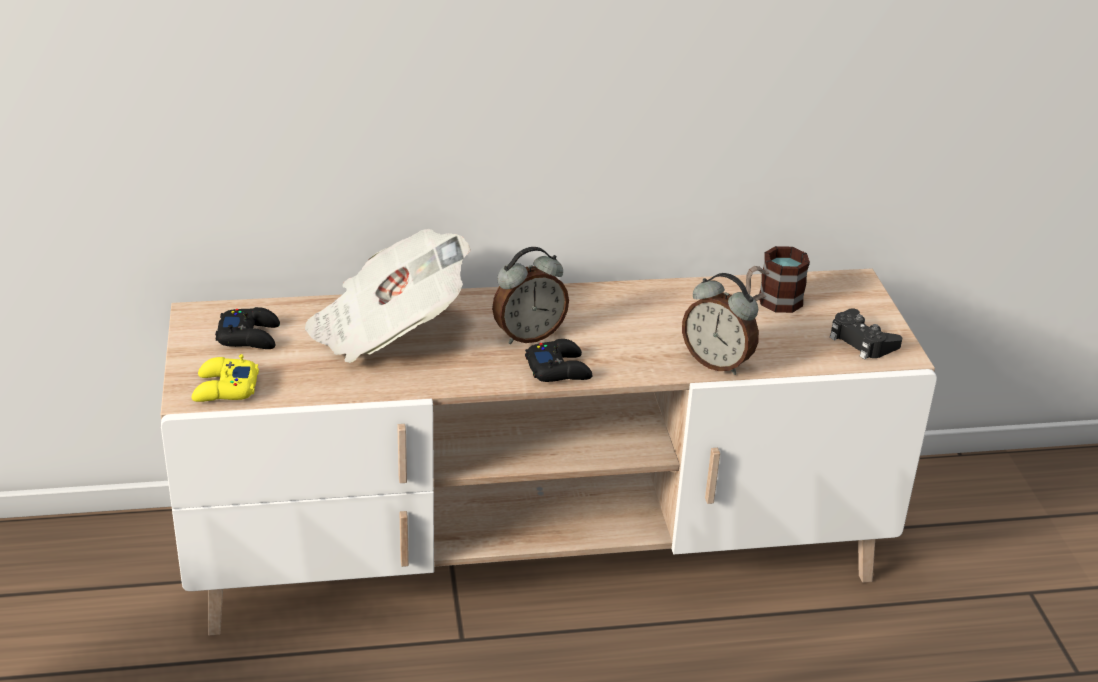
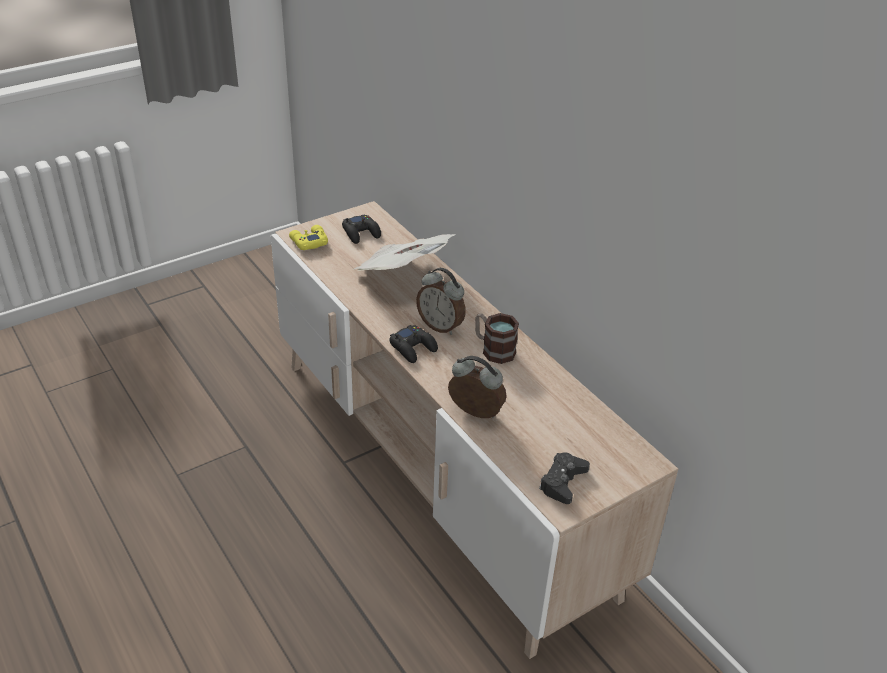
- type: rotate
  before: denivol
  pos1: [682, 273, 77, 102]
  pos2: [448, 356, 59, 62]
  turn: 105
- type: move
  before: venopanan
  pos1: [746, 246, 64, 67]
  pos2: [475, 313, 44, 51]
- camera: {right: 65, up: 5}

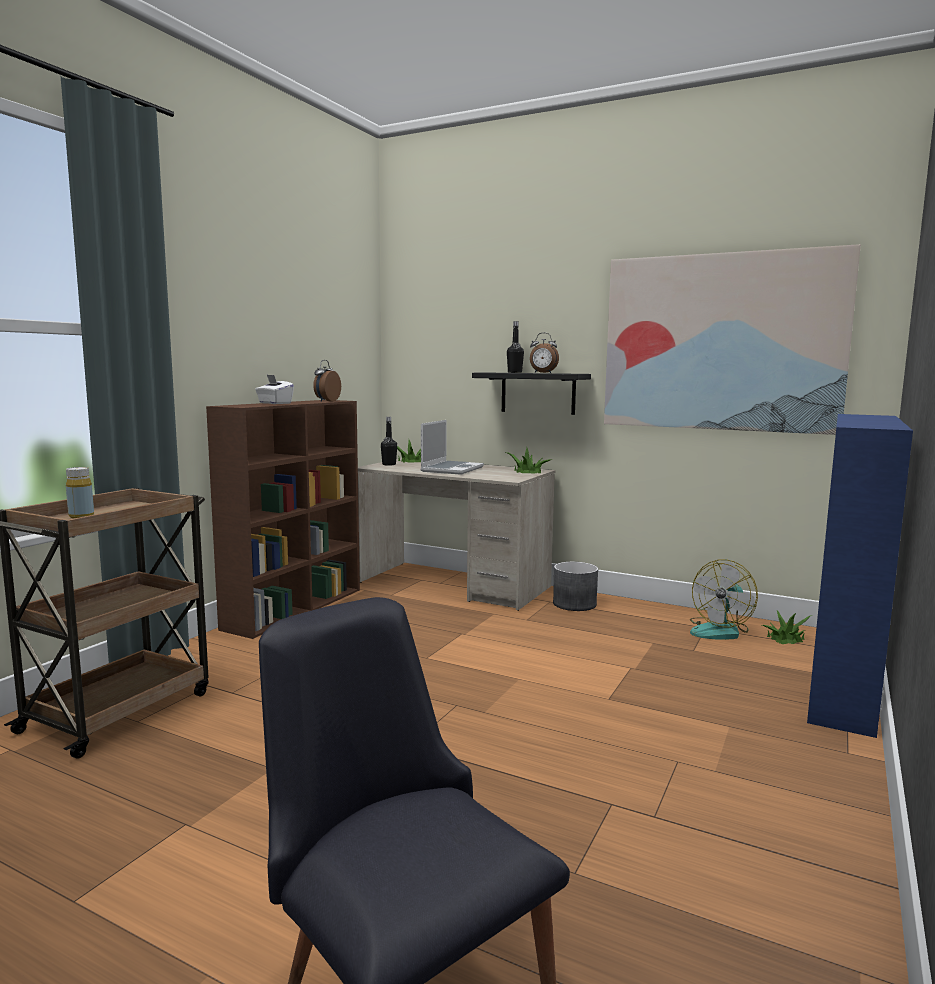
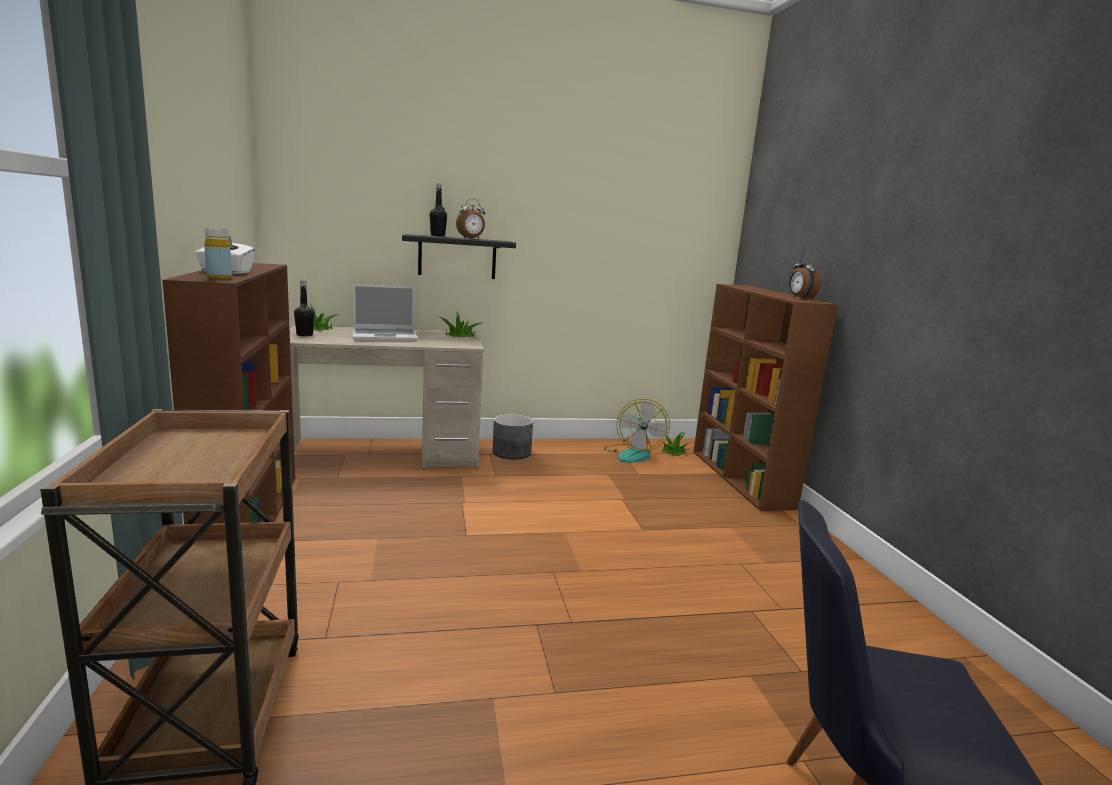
- type: move
  before: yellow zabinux
  pos1: [66, 467, 28, 51]
  pos2: [204, 228, 28, 51]
- type: move
  before: denivol
  pos1: [313, 360, 28, 42]
  pos2: [789, 255, 33, 45]
- type: rotate
  before: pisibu
  pos1: [420, 420, 64, 55]
  pos2: [353, 284, 65, 58]
  turn: 90
- type: delete
  before: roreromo
  pos1: [604, 244, 257, 191]
- type: recolor
  before: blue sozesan
  after: brown sozesan
  pos1: [807, 414, 106, 324]
  pos2: [694, 284, 143, 227]
- camera: {right: -40, up: 5}

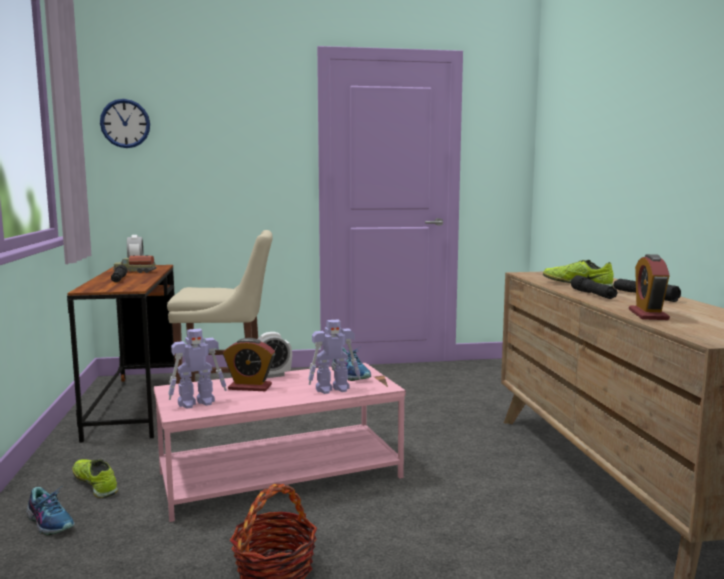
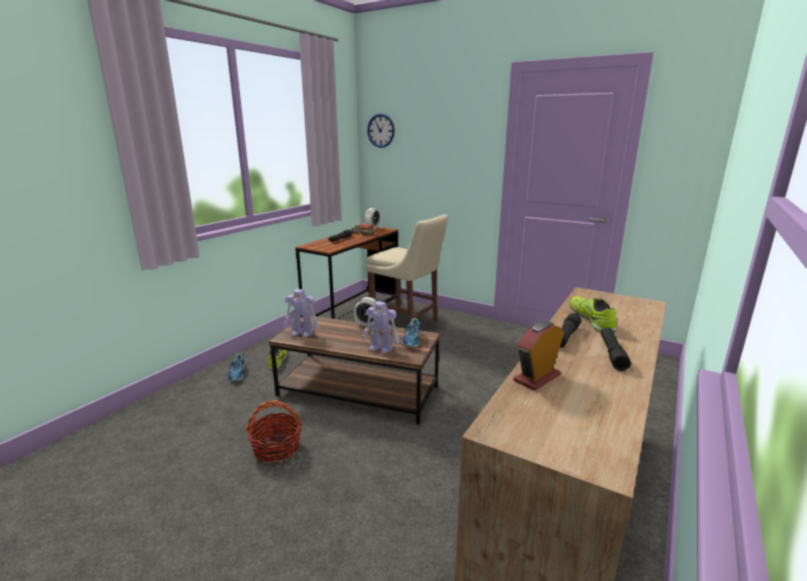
- type: recolor
  before: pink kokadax
  after: brown kokadax
  pos1: [154, 363, 252, 159]
  pos2: [269, 315, 171, 110]
- type: delete
  before: denivol
  pos1: [223, 338, 52, 53]
- camera: {right: 40, up: 10}

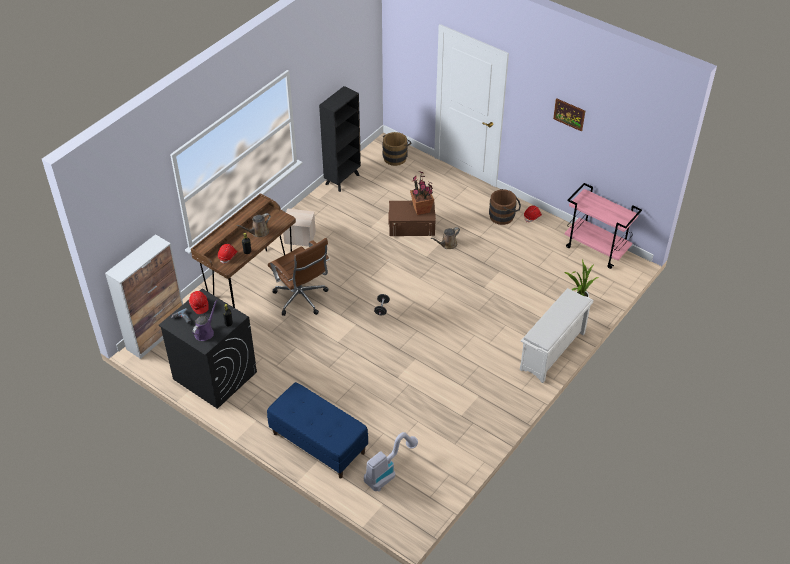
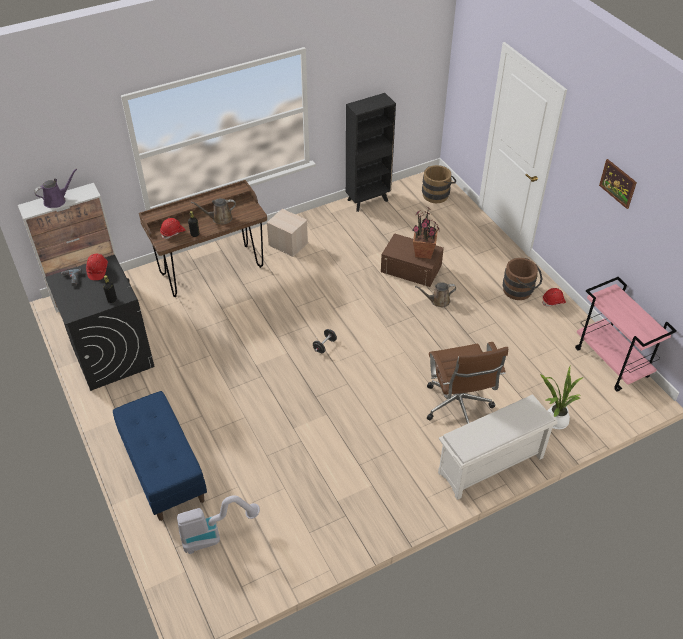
- type: move
  before: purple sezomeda
  pos1: [192, 299, 26, 42]
  pos2: [34, 169, 43, 39]
- type: move
  before: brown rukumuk
  pos1: [268, 238, 62, 78]
  pos2: [427, 342, 81, 82]
- camera: {right: 25, up: 0}

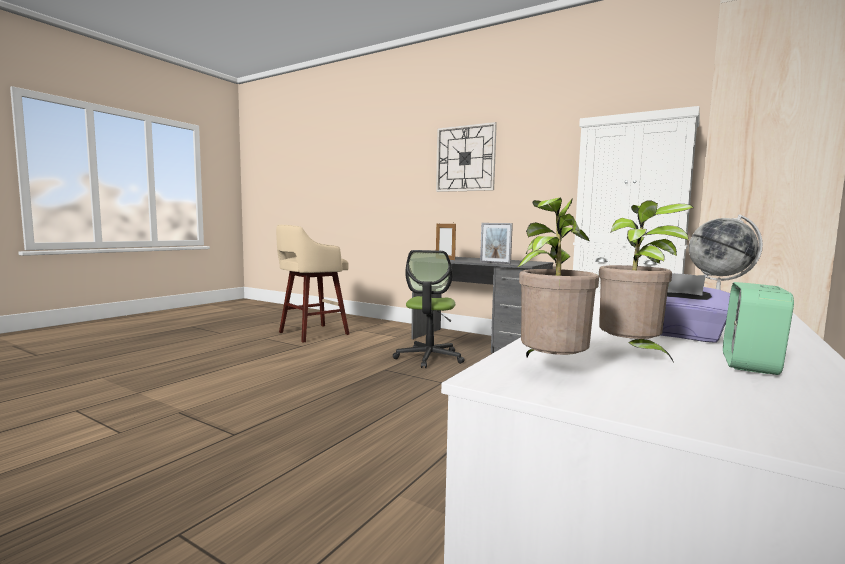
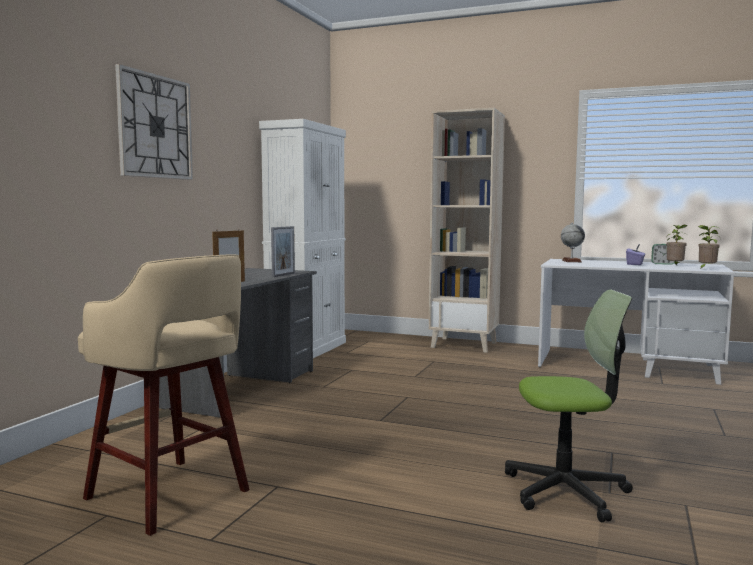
- type: move
  before: rukumuk
  pos1: [393, 250, 72, 118]
  pos2: [505, 289, 128, 233]
- camera: {right: -100, up: 0}

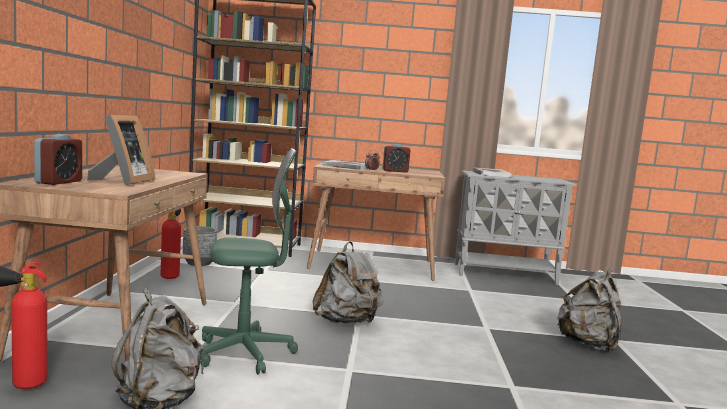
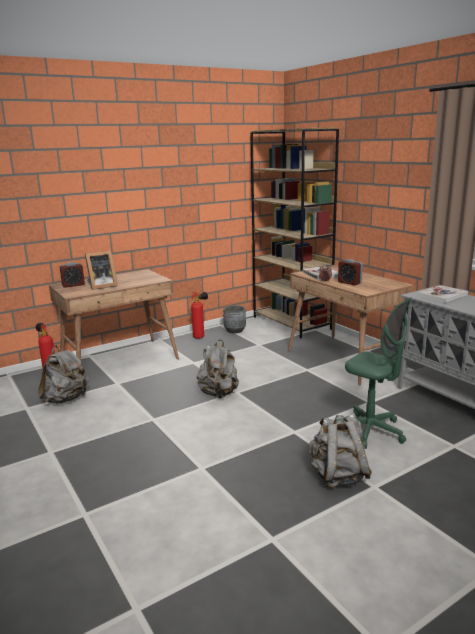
- type: move
  before: green rukumuk
  pos1: [200, 148, 98, 227]
  pos2: [336, 297, 76, 152]
- camera: {right: 55, up: 10}

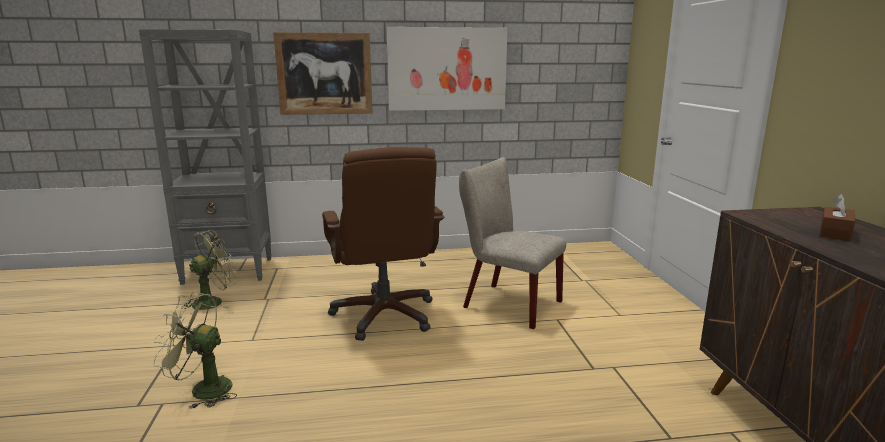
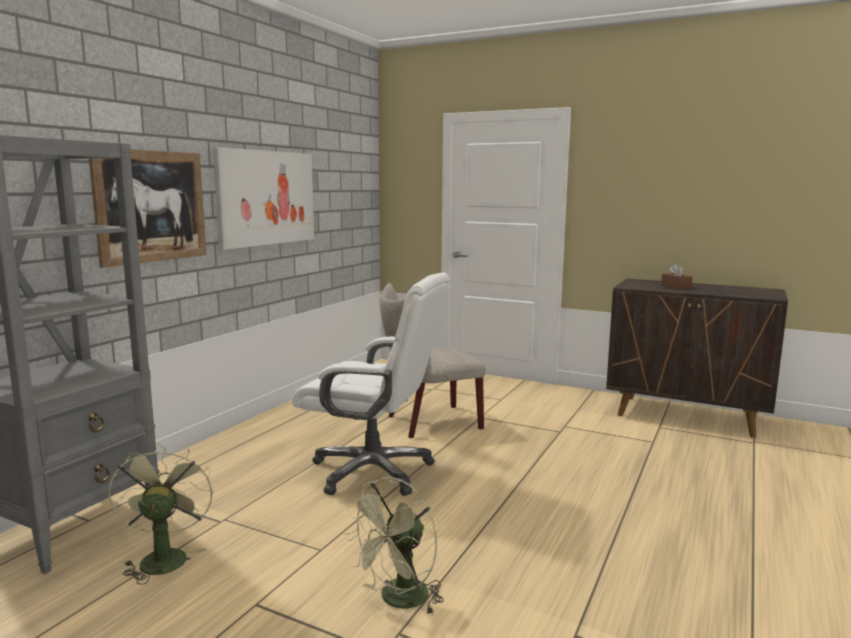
- type: recolor
  before: brown rukumuk
  after: white rukumuk
  pos1: [322, 147, 122, 194]
  pos2: [292, 272, 158, 224]
- camera: {right: -55, up: -5}

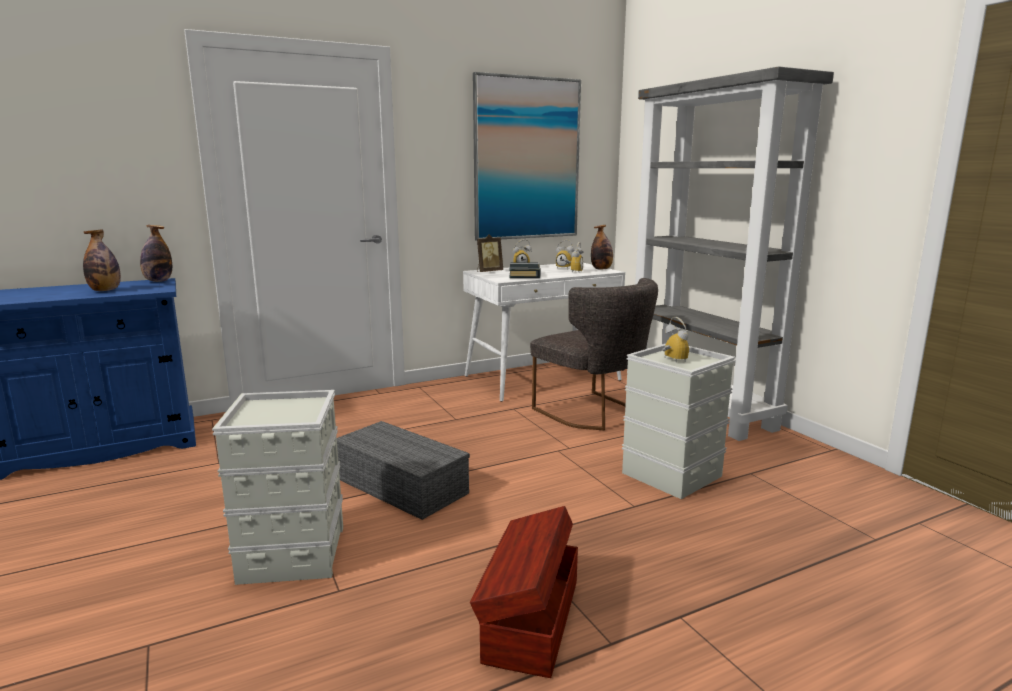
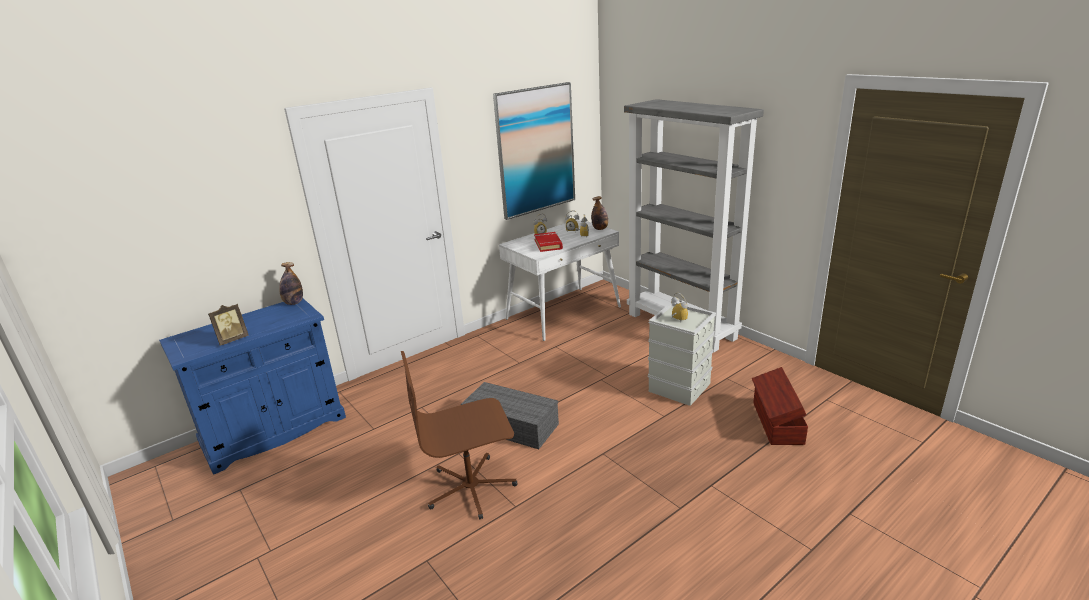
- type: delete
  before: zabinux
  pos1: [83, 229, 38, 62]
- type: replace
  before: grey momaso
  after: brown rukumuk
  pos1: [212, 390, 131, 195]
  pos2: [401, 351, 116, 168]
- type: move
  before: brown momaso
  pos1: [470, 506, 108, 172]
  pos2: [752, 367, 56, 78]
- type: move
  before: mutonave
  pos1: [477, 235, 26, 37]
  pos2: [208, 304, 40, 42]
- type: recolor
  before: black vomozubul
  after: red vomozubul
  pos1: [510, 262, 31, 16]
  pos2: [534, 232, 29, 20]
- type: delete
  before: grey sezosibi
  pos1: [530, 278, 128, 152]
- camera: {right: -10, up: 10}

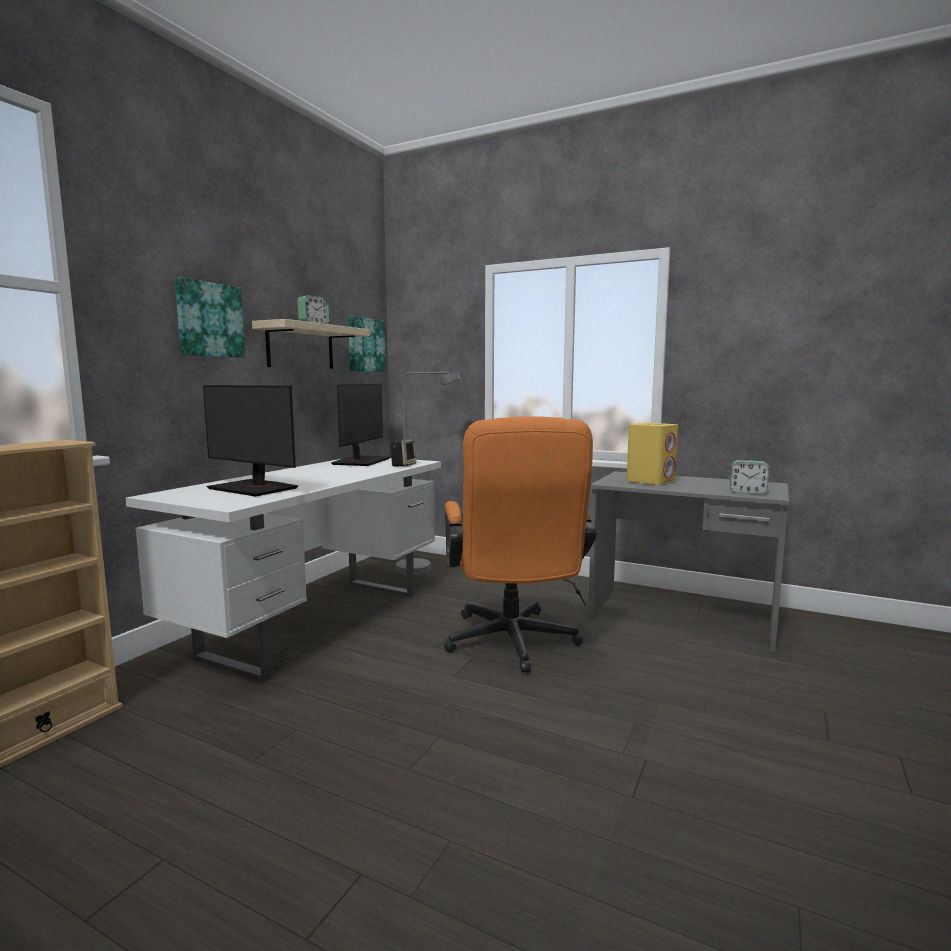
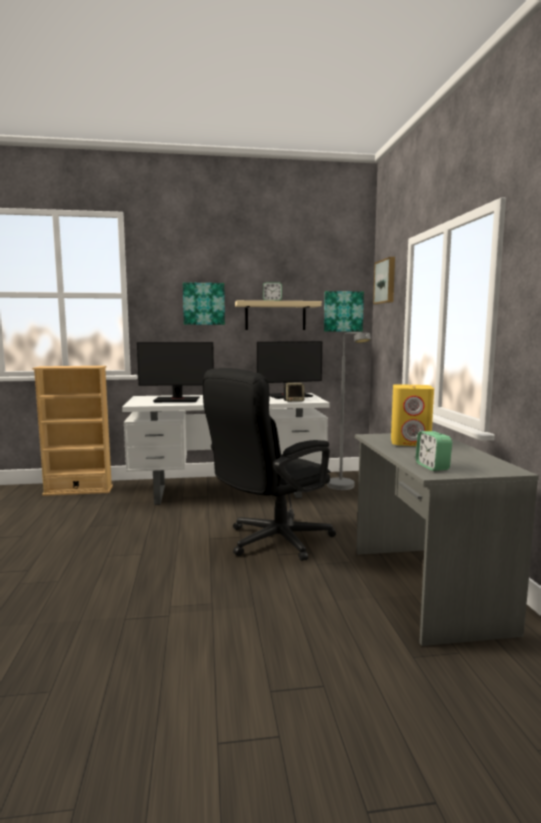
- type: rotate
  before: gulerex
  pos1: [203, 385, 96, 112]
  pos2: [137, 342, 77, 60]
  turn: -90
- type: recolor
  before: orange rukumuk
  after: black rukumuk
  pos1: [444, 416, 152, 257]
  pos2: [202, 368, 134, 193]
- type: insert
  after: roreromo
  pos2: [373, 257, 22, 48]
- camera: {right: 55, up: 0}

